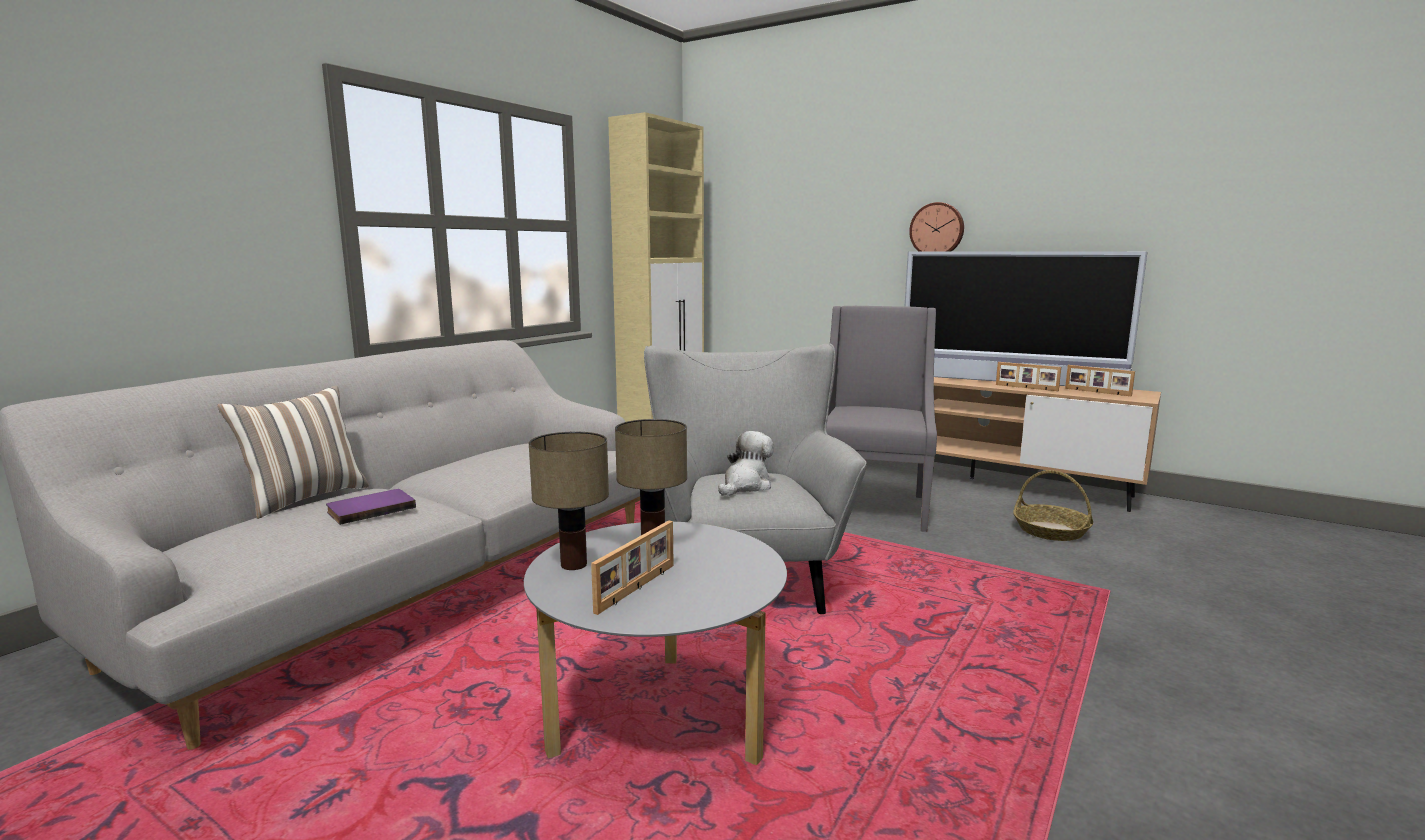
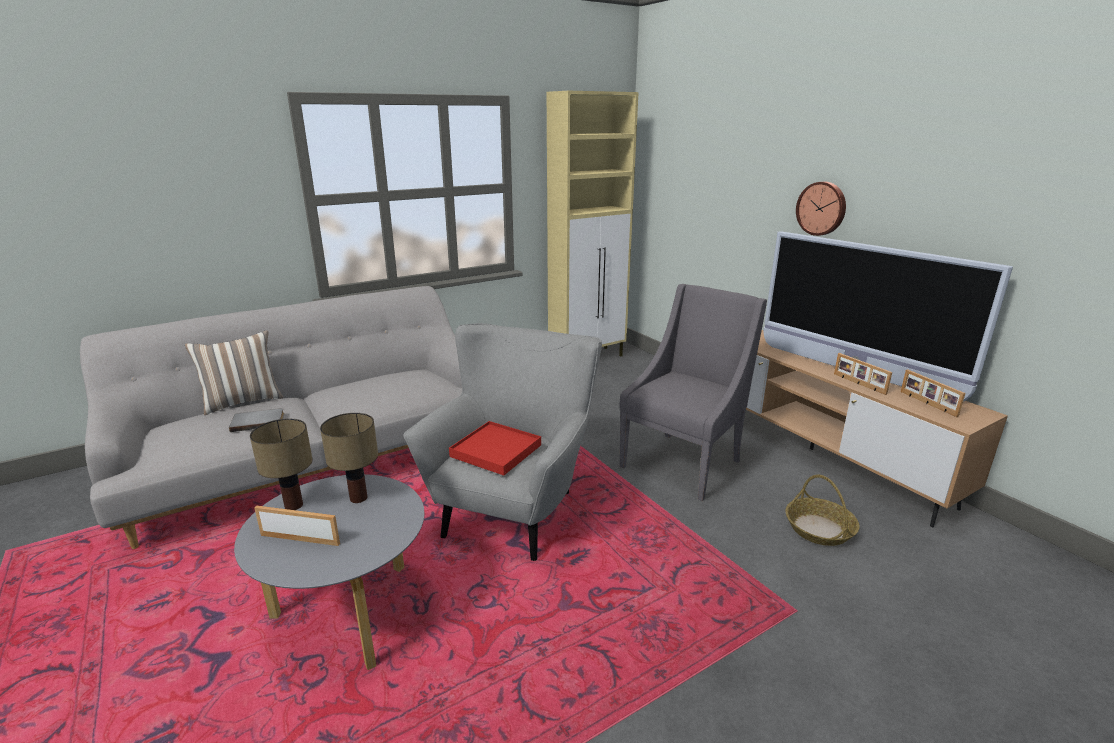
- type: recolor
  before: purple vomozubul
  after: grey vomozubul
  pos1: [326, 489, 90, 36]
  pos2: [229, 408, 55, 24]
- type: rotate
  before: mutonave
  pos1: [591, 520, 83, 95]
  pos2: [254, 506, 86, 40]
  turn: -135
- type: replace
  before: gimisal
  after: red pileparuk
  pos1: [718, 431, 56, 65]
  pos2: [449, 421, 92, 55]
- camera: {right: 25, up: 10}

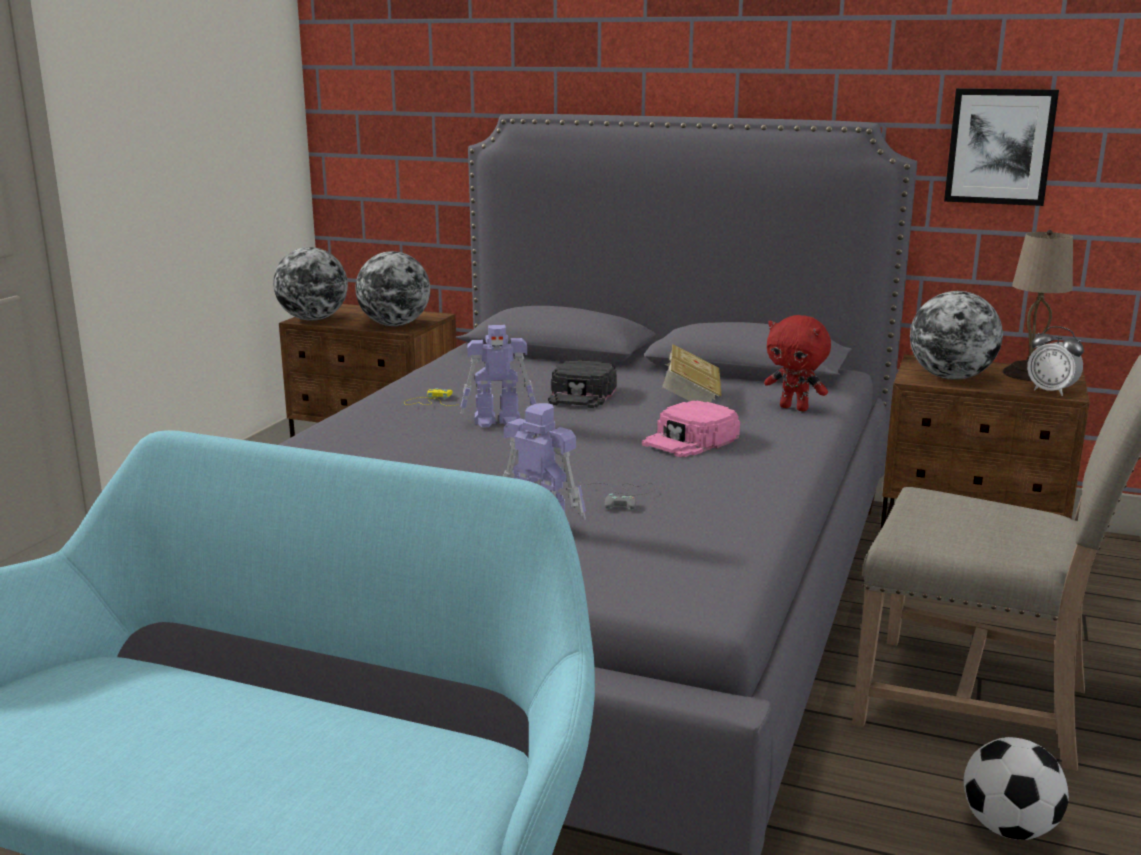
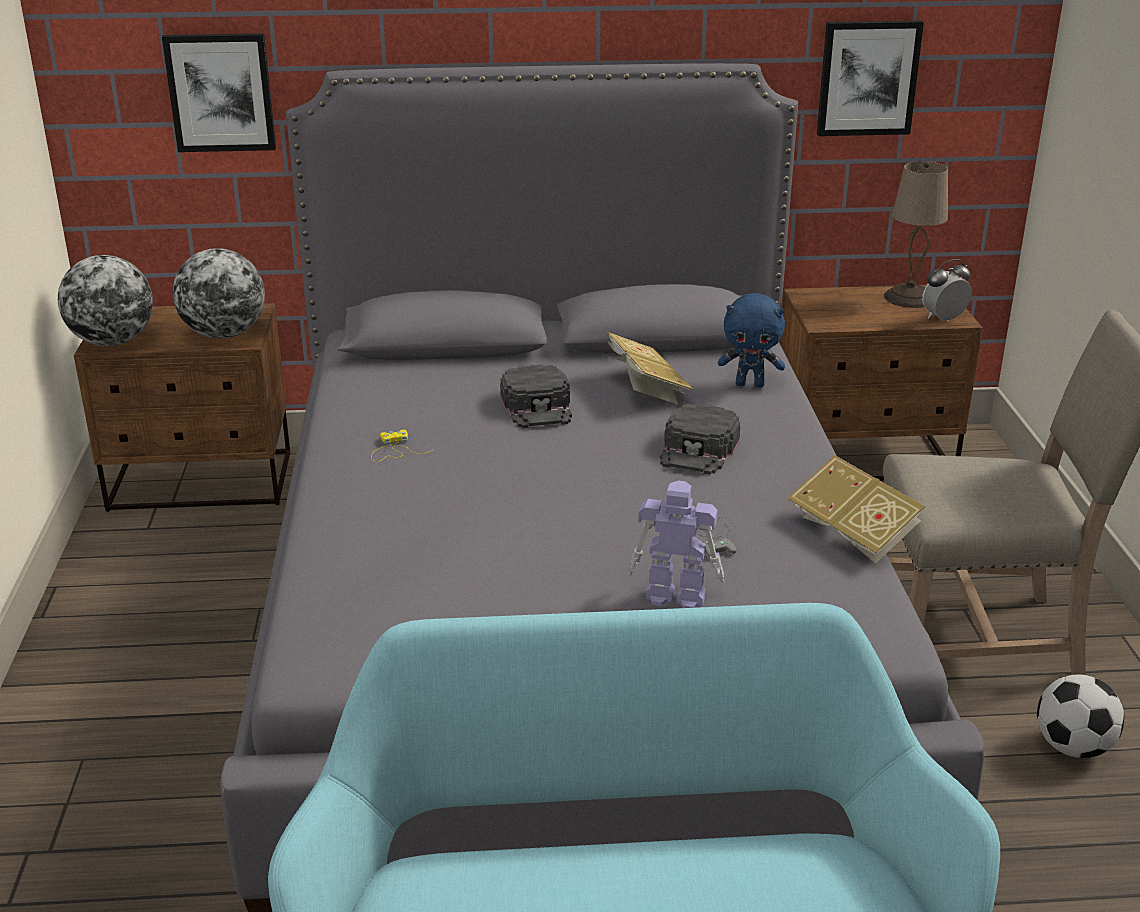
- type: delete
  before: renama
  pos1: [461, 325, 75, 102]
- type: recolor
  before: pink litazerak
  after: black litazerak
  pos1: [642, 400, 98, 57]
  pos2: [660, 404, 81, 71]
- type: recolor
  before: red gimisal
  after: blue gimisal
  pos1: [764, 315, 67, 96]
  pos2: [718, 293, 67, 94]
- type: delete
  before: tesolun
  pos1: [910, 291, 93, 89]
- type: rotate
  before: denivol
  pos1: [1027, 326, 57, 70]
  pos2: [922, 259, 50, 63]
  turn: 135
- type: insert
  after: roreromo
  pos2: [162, 33, 114, 119]
- type: insert
  after: vomozubul
  pos2: [788, 455, 137, 108]
- camera: {right: -25, up: 10}

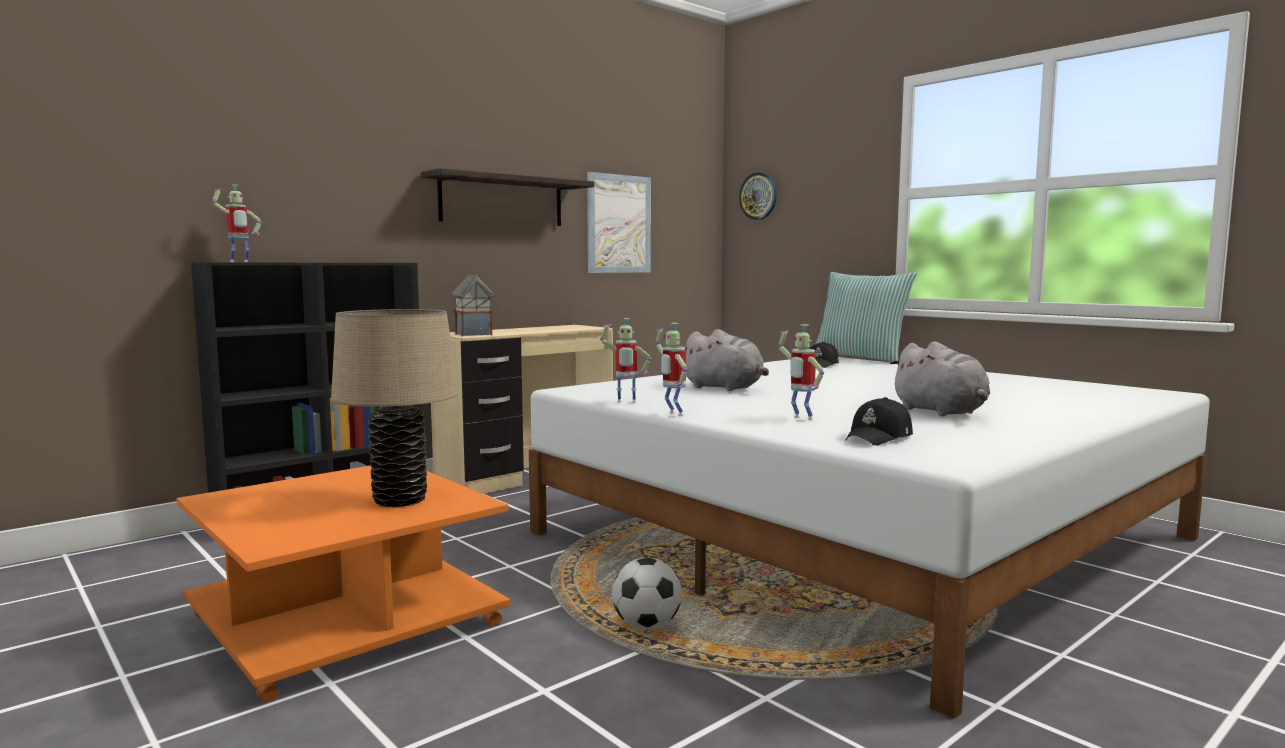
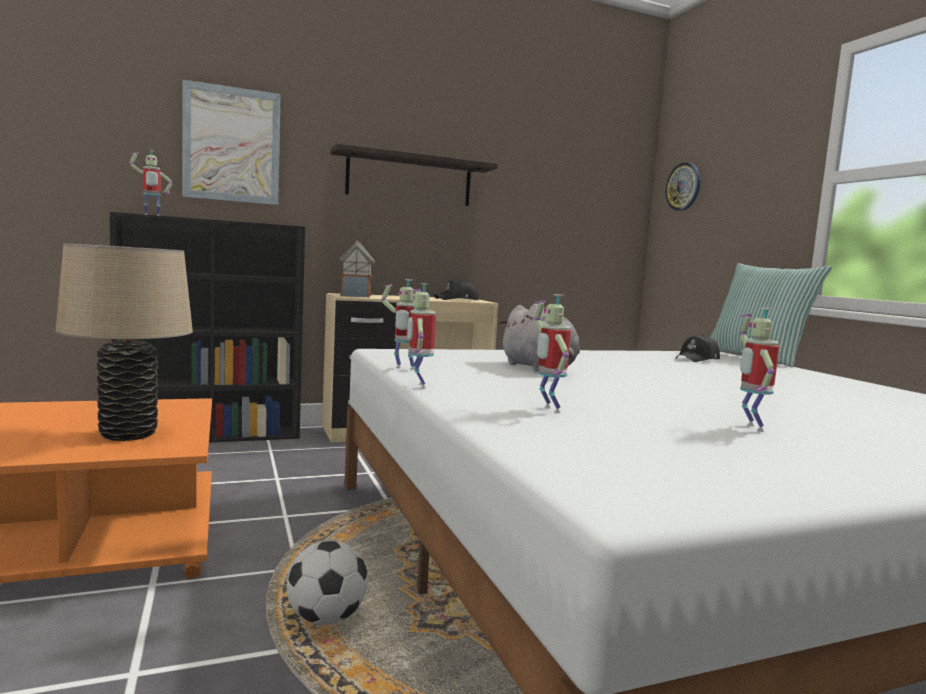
- type: move
  before: roreromo
  pos1: [587, 172, 64, 101]
  pos2: [182, 80, 99, 125]
- type: move
  before: black litazerak
  pos1: [846, 397, 67, 48]
  pos2: [434, 280, 45, 20]
- type: replace
  before: grey gimisal
  after: renama
  pos1: [890, 341, 100, 75]
  pos2: [740, 308, 39, 124]
- camera: {right: 20, up: 0}

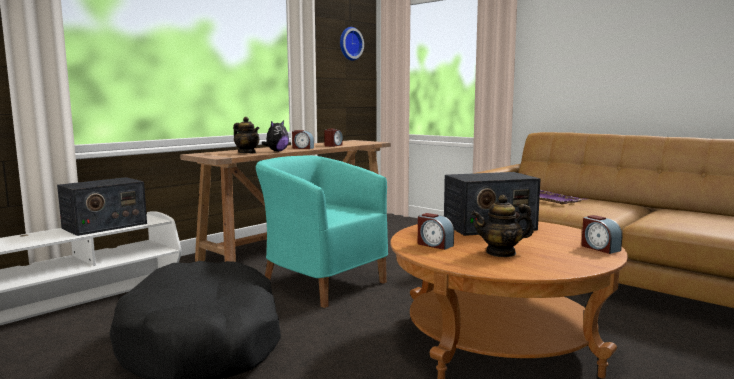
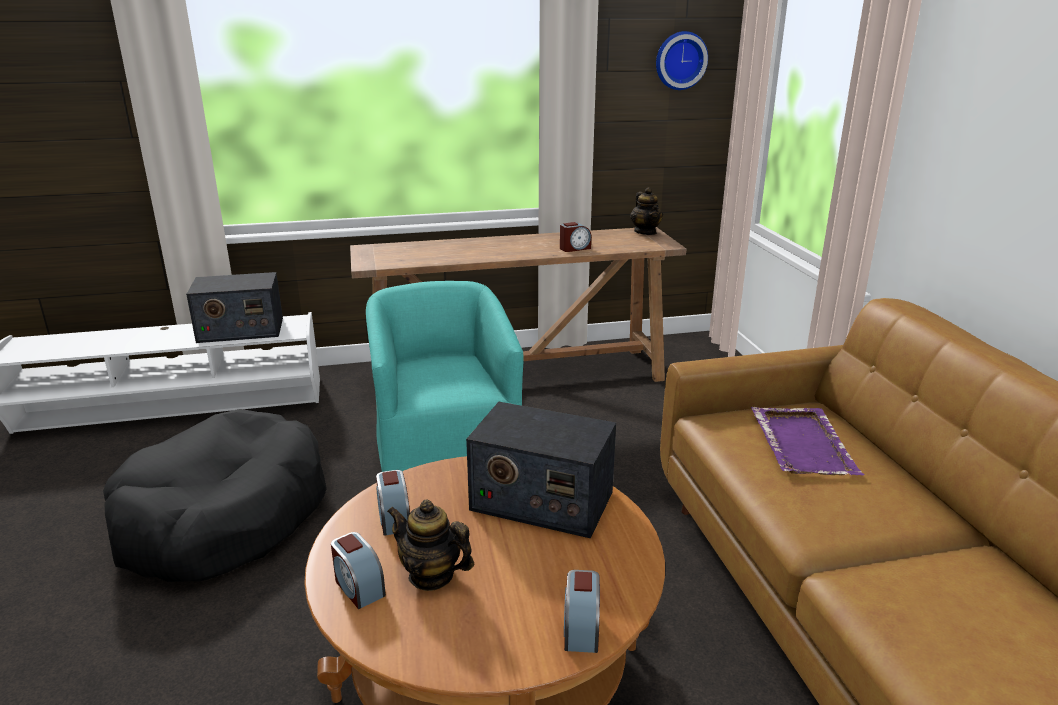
- type: move
  before: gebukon
  pos1: [233, 117, 26, 36]
  pos2: [630, 187, 33, 48]
- type: delete
  before: gimisal
  pos1: [262, 121, 27, 31]
- type: move
  before: denivol
  pos1: [292, 130, 22, 19]
  pos2: [331, 532, 55, 77]
- camera: {right: 35, up: 15}

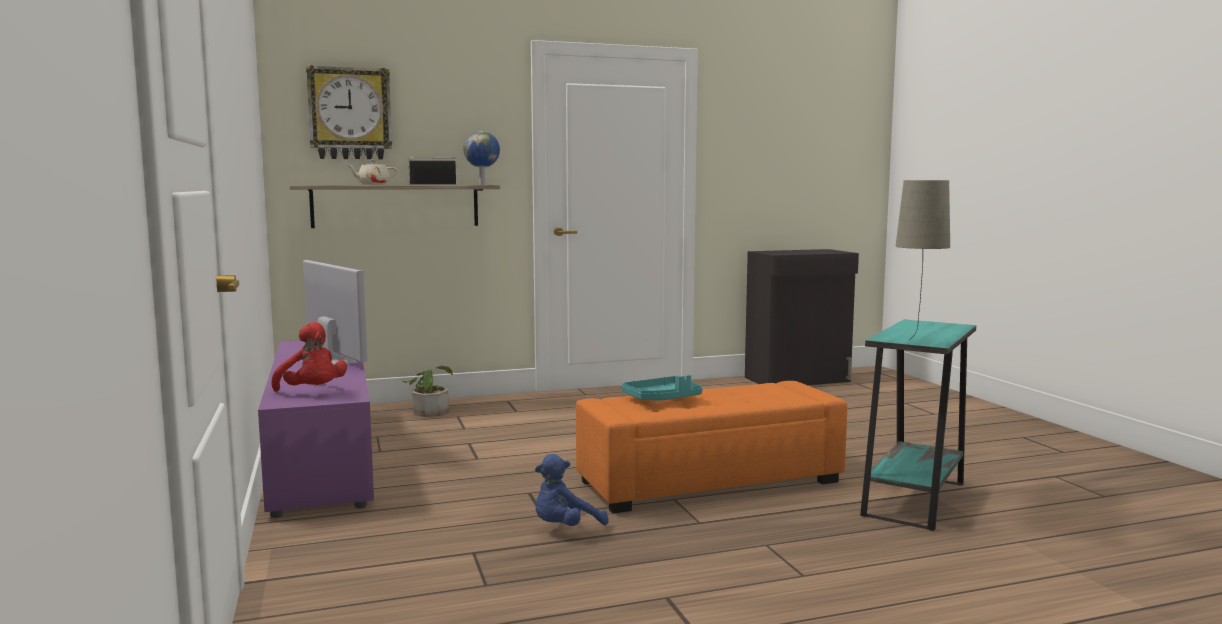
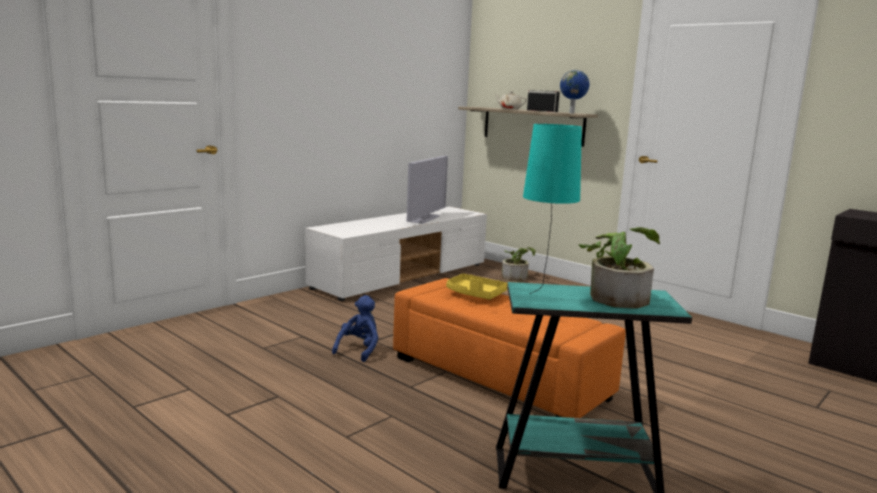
- type: recolor
  before: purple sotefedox
  after: white sotefedox
  pos1: [258, 340, 116, 178]
  pos2: [305, 206, 182, 95]
- type: delete
  before: red gimisal
  pos1: [272, 322, 75, 70]
- type: delete
  before: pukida
  pos1: [306, 65, 86, 94]
- type: rotate
  before: blue gimisal
  pos1: [535, 454, 74, 72]
  pos2: [332, 295, 46, 67]
  turn: 90
- type: recolor
  before: turquoise pileparuk
  after: yellow pileparuk
  pos1: [621, 375, 81, 26]
  pos2: [446, 274, 62, 26]
- type: recolor
  before: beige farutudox
  after: turquoise farutudox
  pos1: [896, 180, 54, 161]
  pos2: [523, 124, 59, 170]
- type: insert
  after: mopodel
  pos2: [579, 227, 81, 81]
- camera: {right: 60, up: 5}

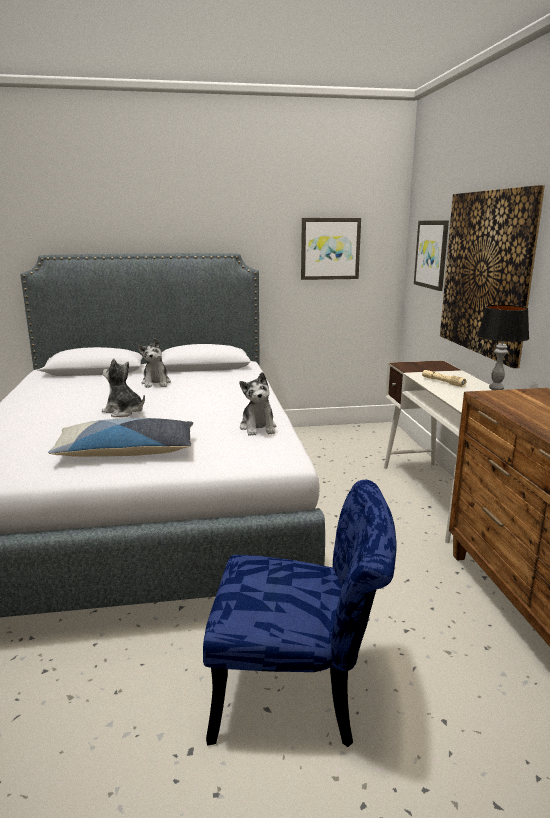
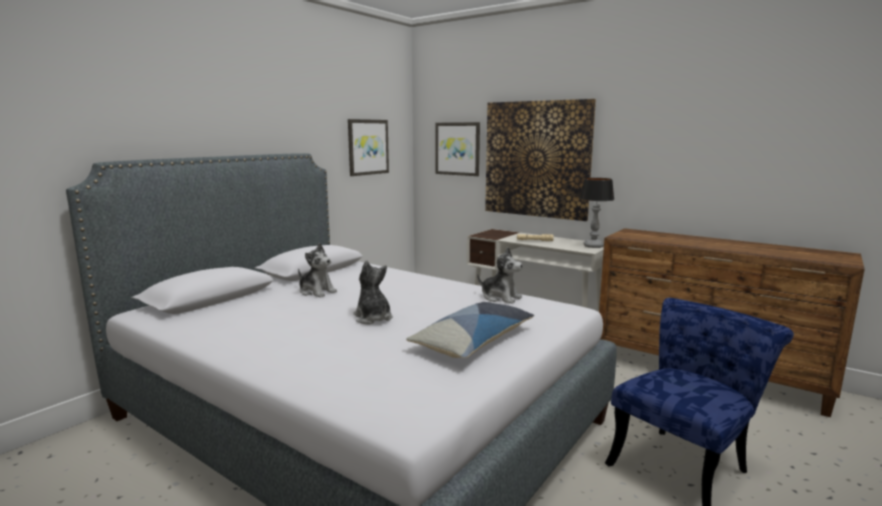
- type: rotate
  before: gimisal
  pos1: [102, 359, 43, 58]
  pos2: [354, 260, 38, 65]
  turn: 75
- camera: {right: -45, up: -5}

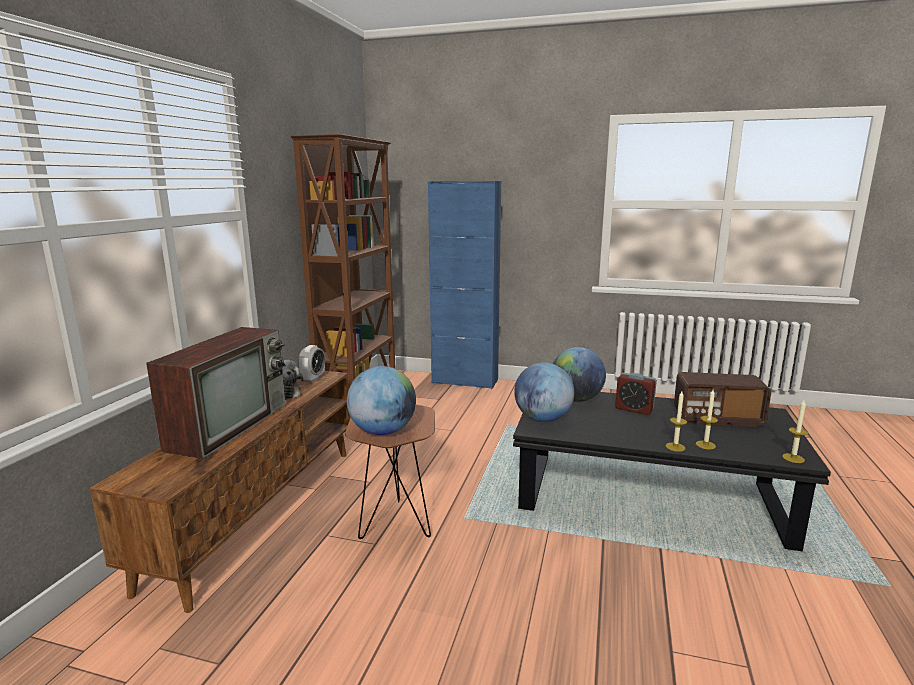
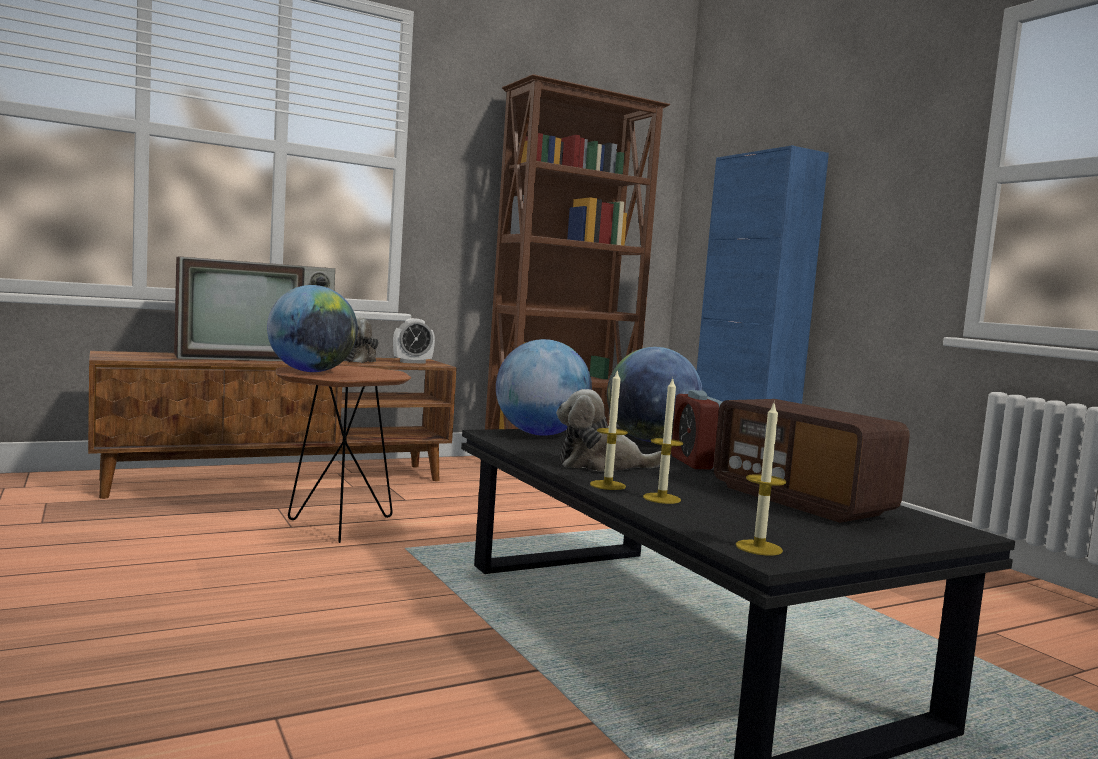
- type: insert
  after: gimisal
  pos2: [556, 389, 105, 83]
- camera: {right: 45, up: -10}

